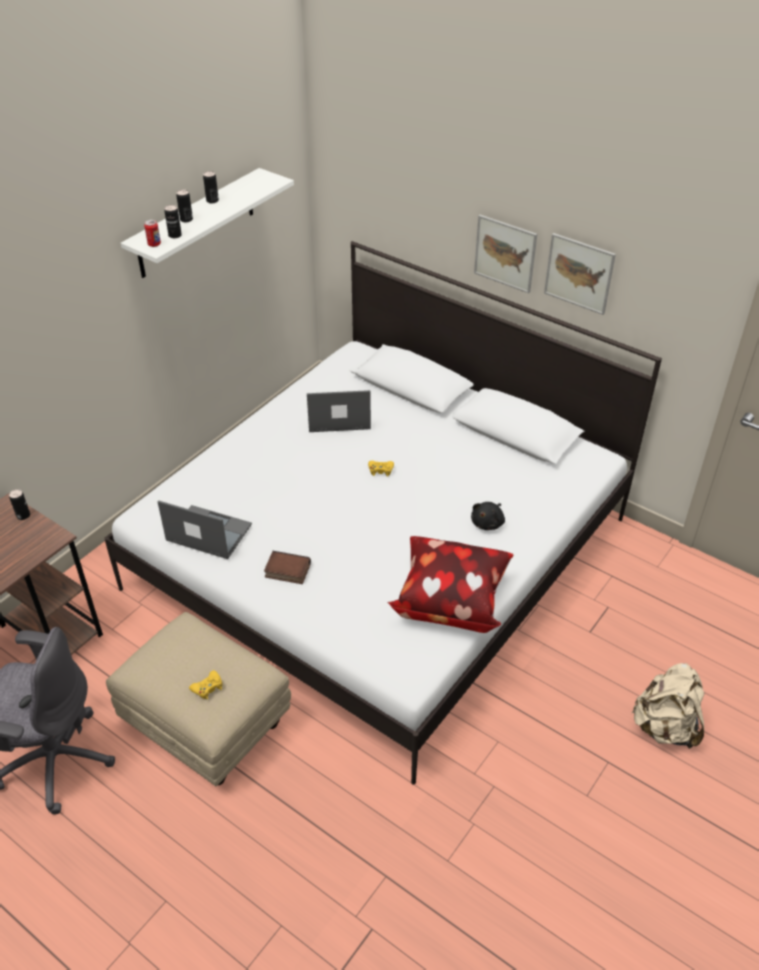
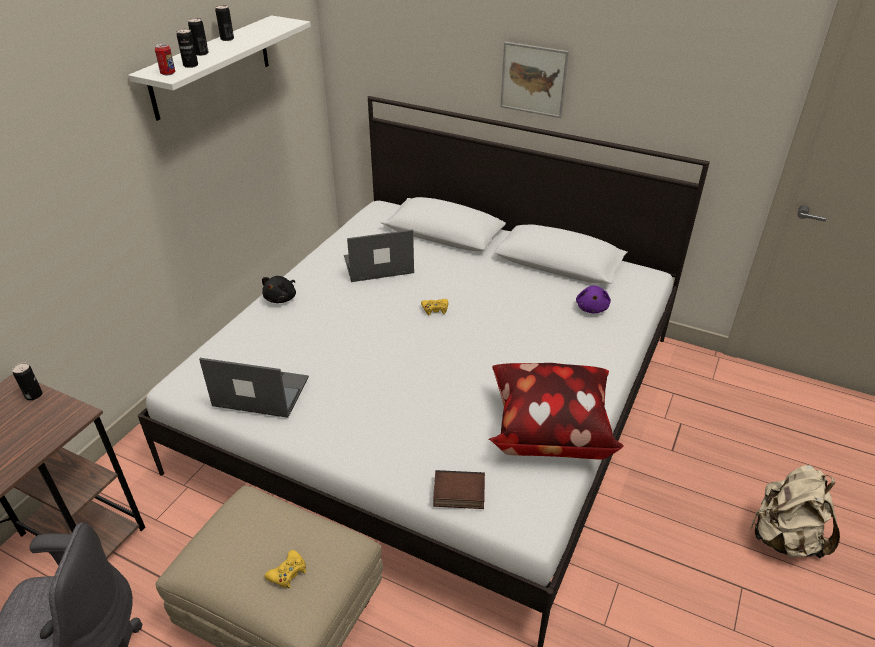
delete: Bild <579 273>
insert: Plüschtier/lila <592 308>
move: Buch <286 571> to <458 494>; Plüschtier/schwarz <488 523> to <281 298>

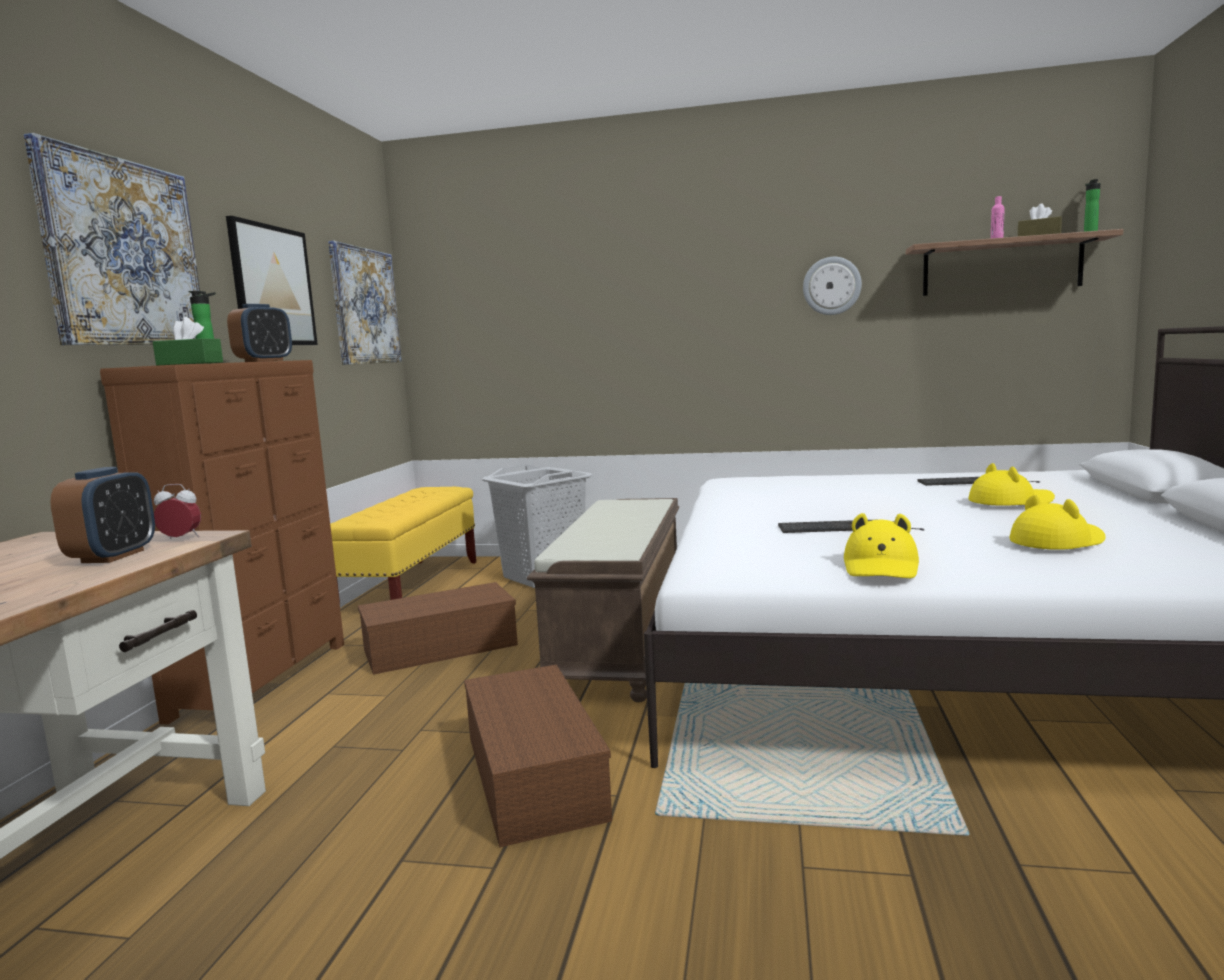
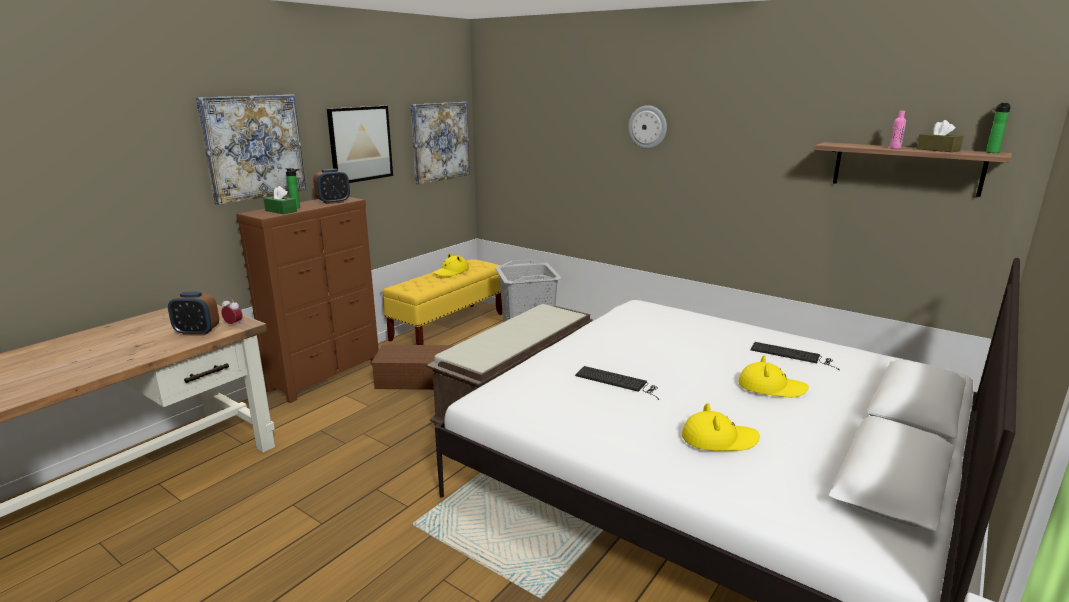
delete: Aufbewahrungsbox/braun <530 774>
move: Wanduhr <831 286> to <648 127>; Hut/gelb <881 567> to <451 272>
rotate: Wecker <113 556> = <197 332> 60 degrees clockwise

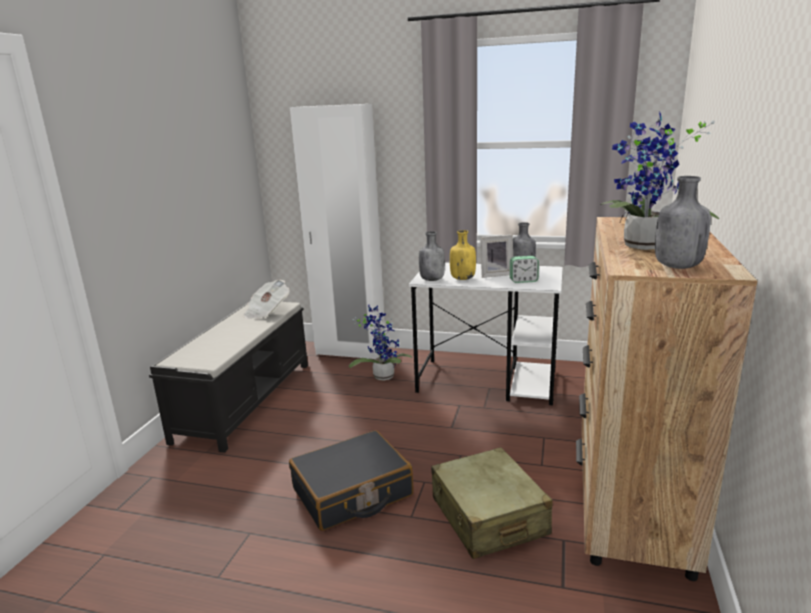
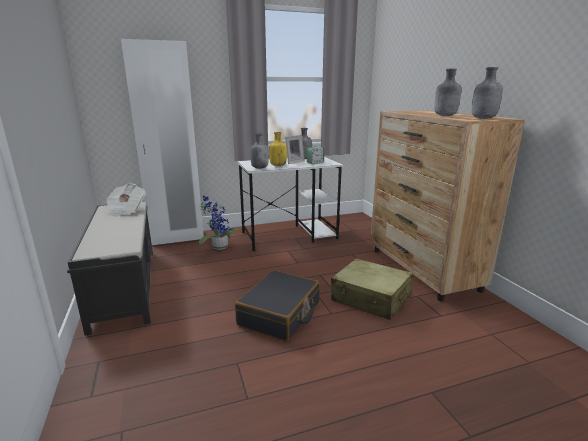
replace: Topfpflanze <642 247> to Flasche/grau <444 115>

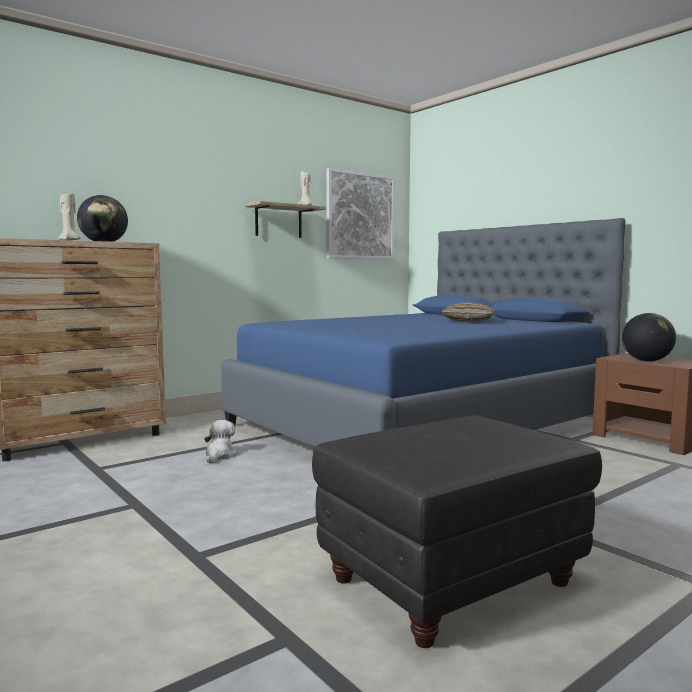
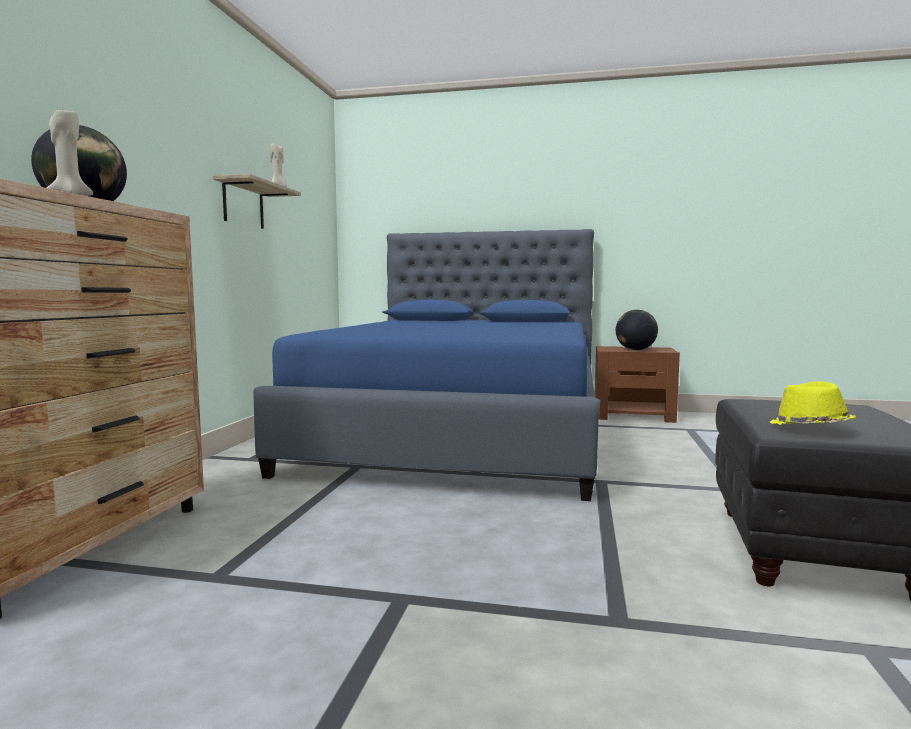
delete: Plüschtier <219 456>; Bild <360 216>; Kissen <468 321>
insert: Hut/gelb <809 428>

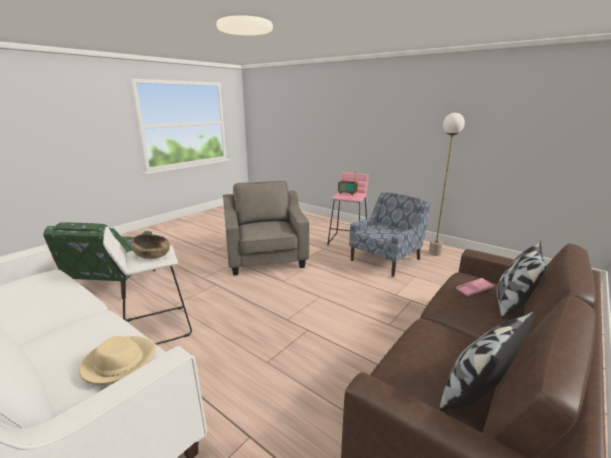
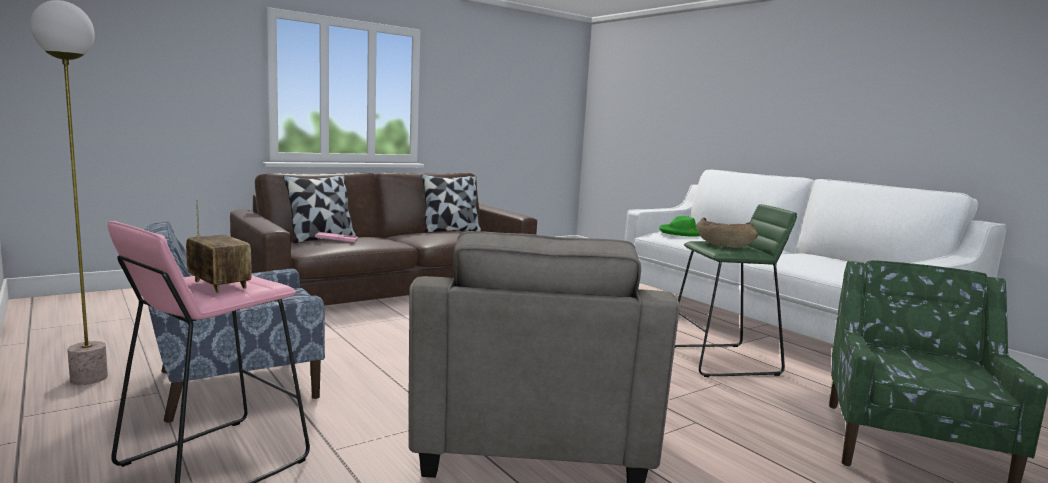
recolor: Hut/beige <119 362> to Hut/grün <682 232>; Hocker/weiß <156 328> to Hocker/grün <723 361>

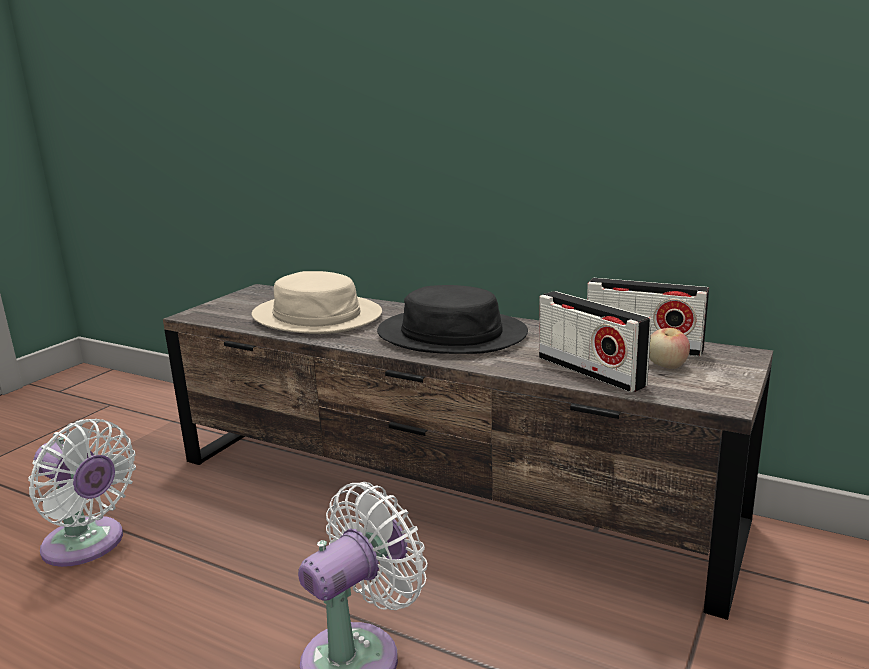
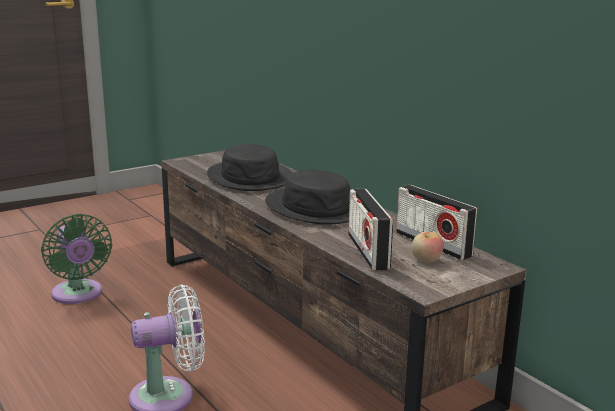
recolor: Ventilator/weiß <88 545> to Ventilator/grün <78 295>; Hut/beige <317 316> to Hut/schwarz <250 177>

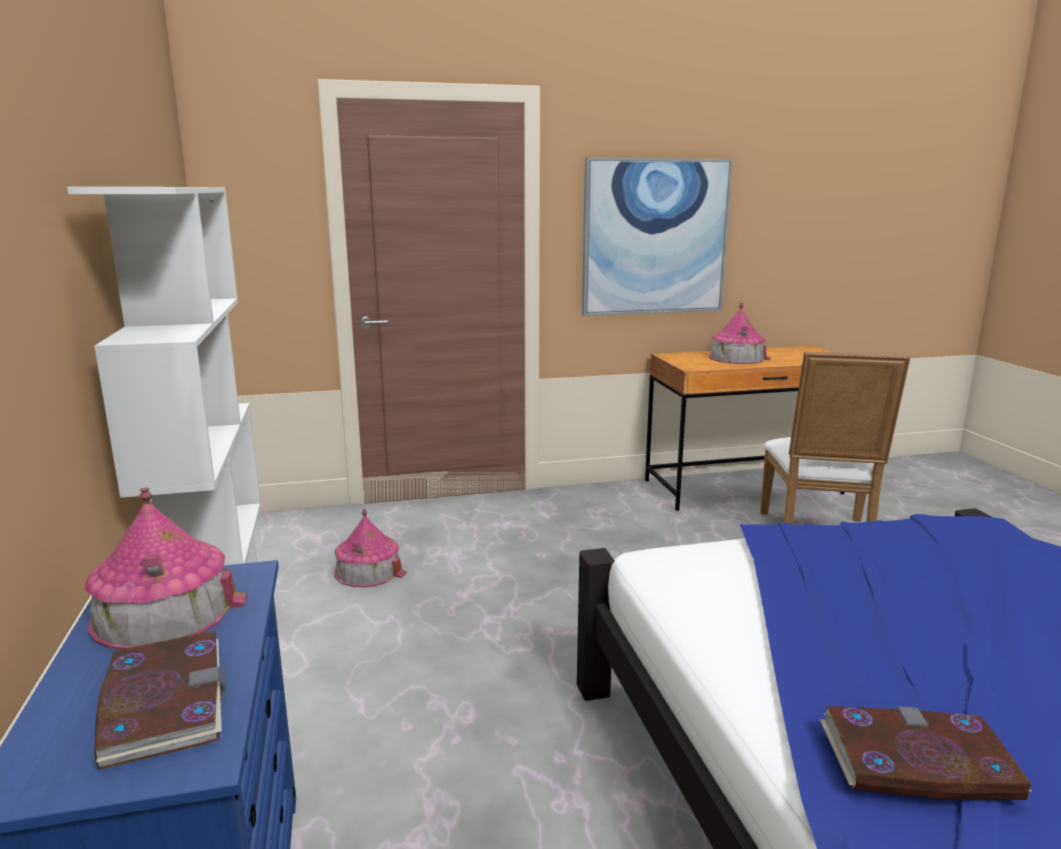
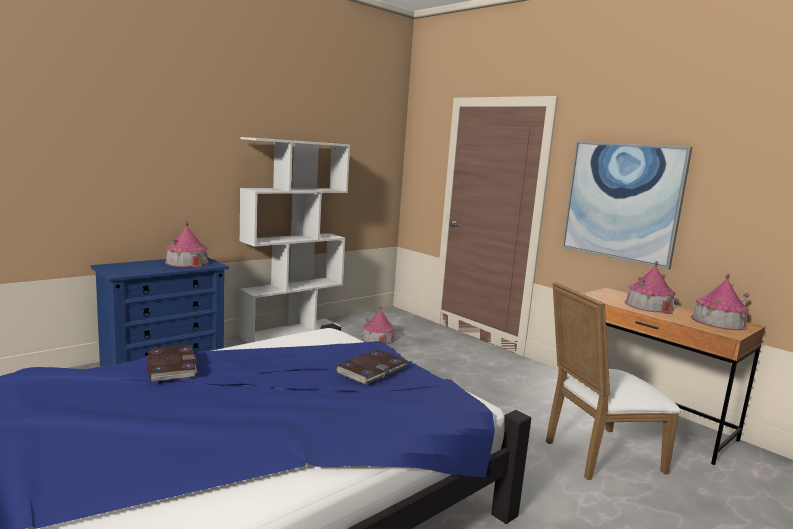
insert: Spielzeughaus <718 321>
move: Buch <163 702> to <371 370>

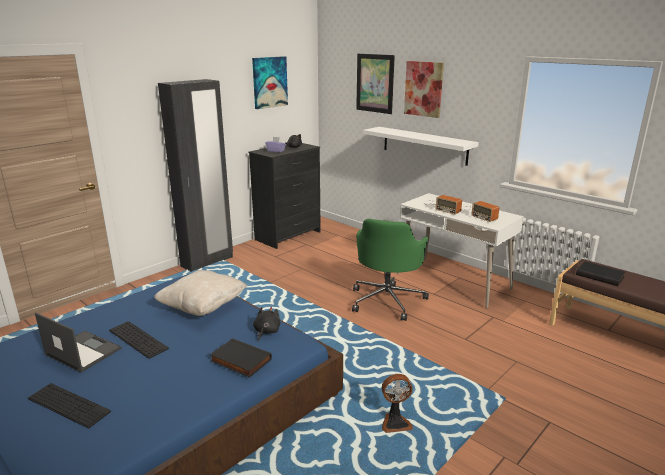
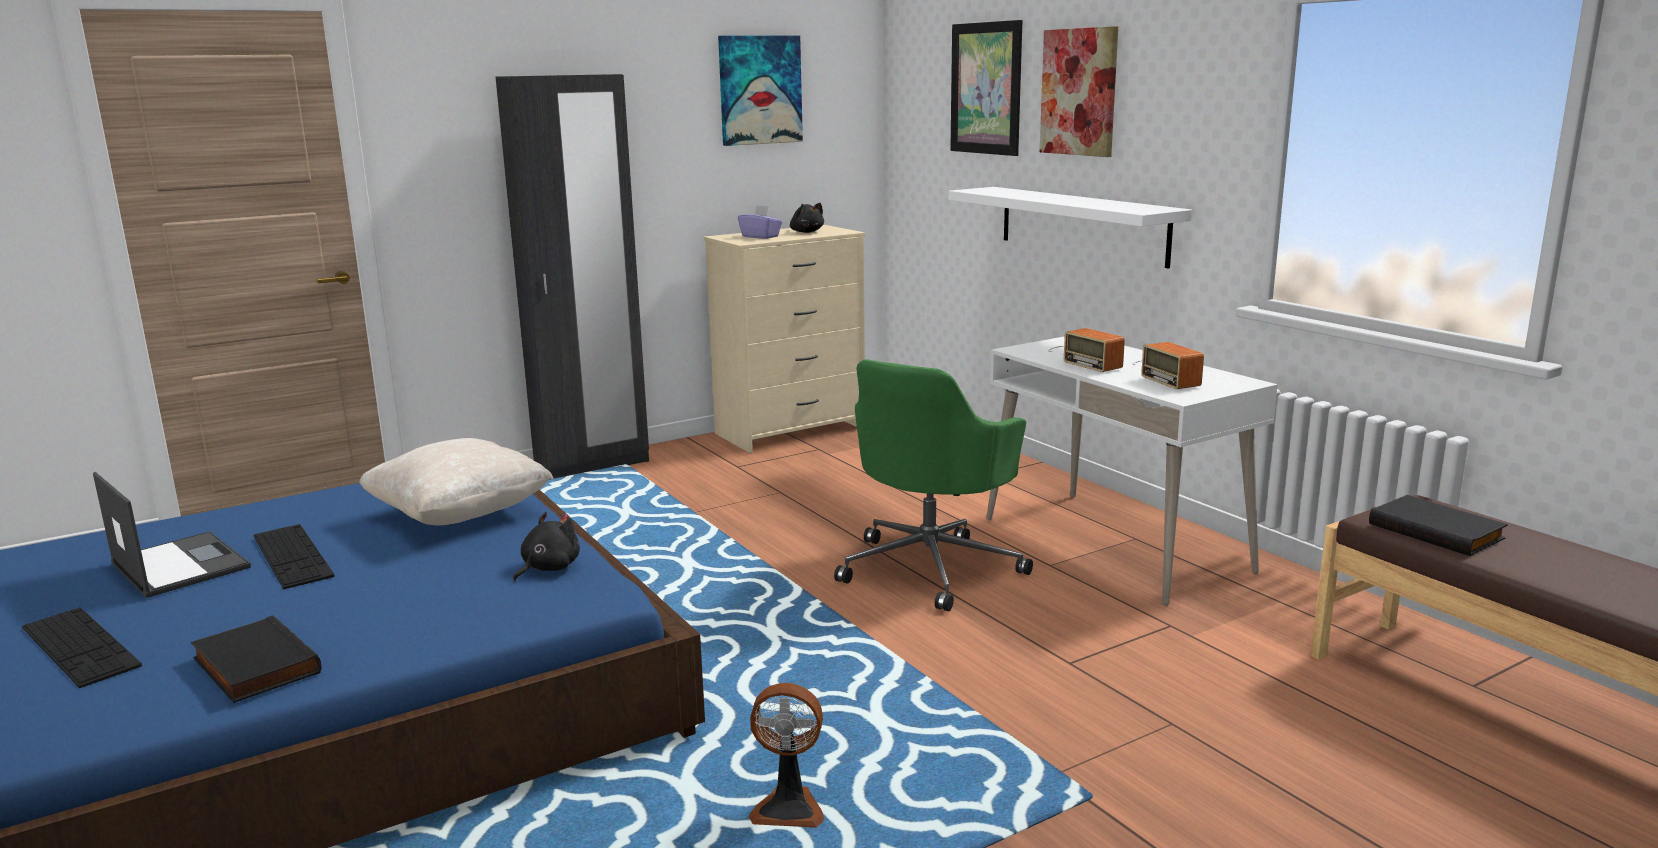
move: Buch/schwarz <239 361> to <253 666>
recolor: Kommode/schwarz <288 236> to Kommode/beige <790 431>

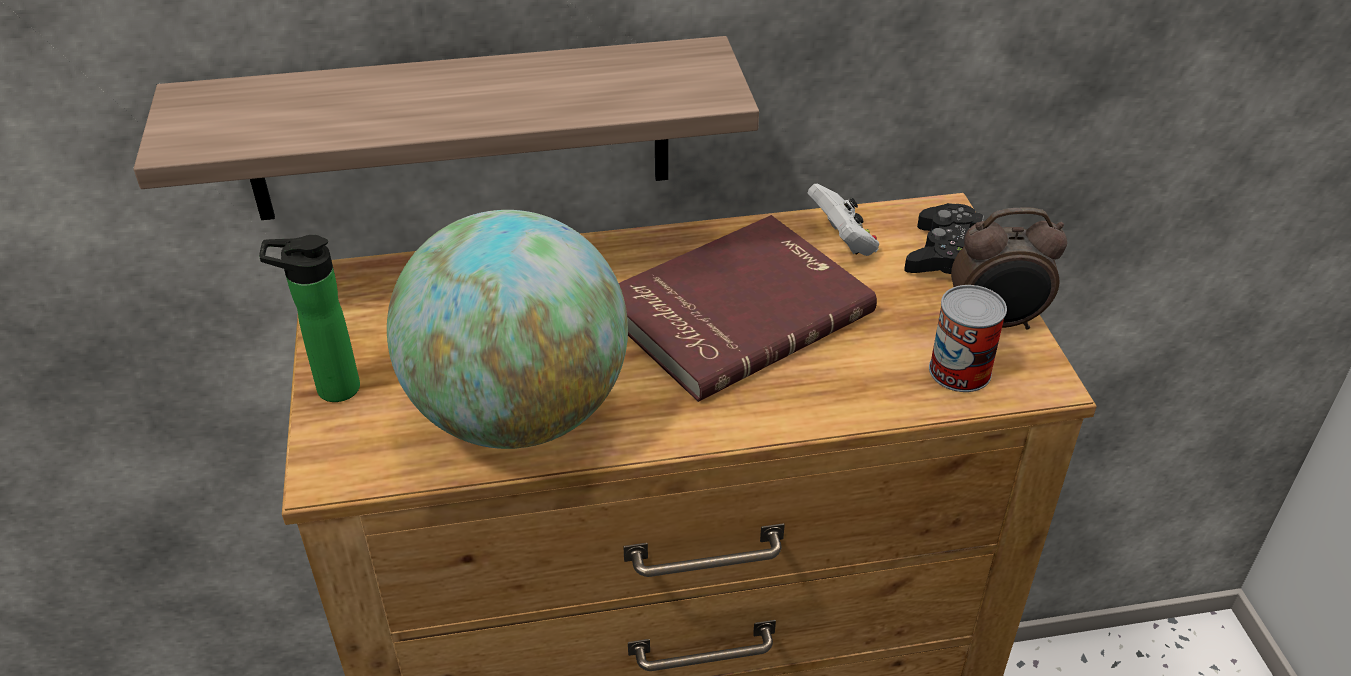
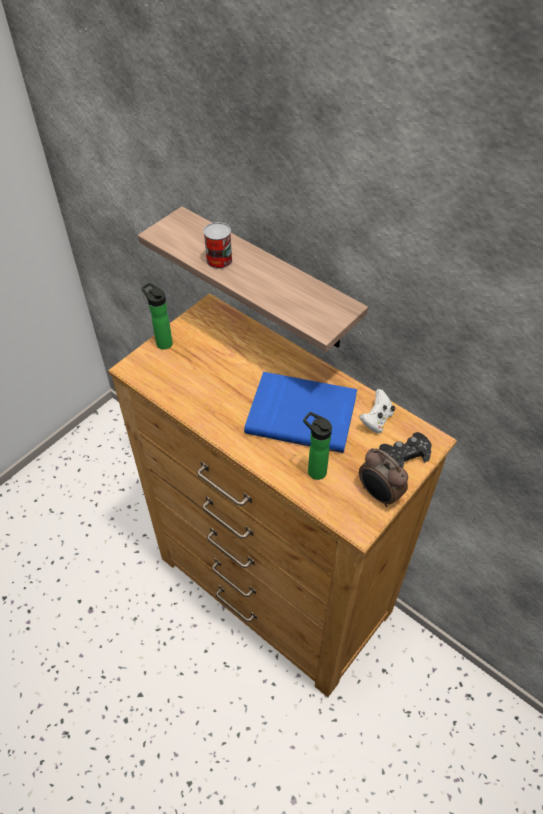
delete: Globus <519 413>
insert: Flasche <314 470>
move: Dose <960 371> to <219 260>
recolor: Buch/rot <734 310> to Buch/blau <302 413>

